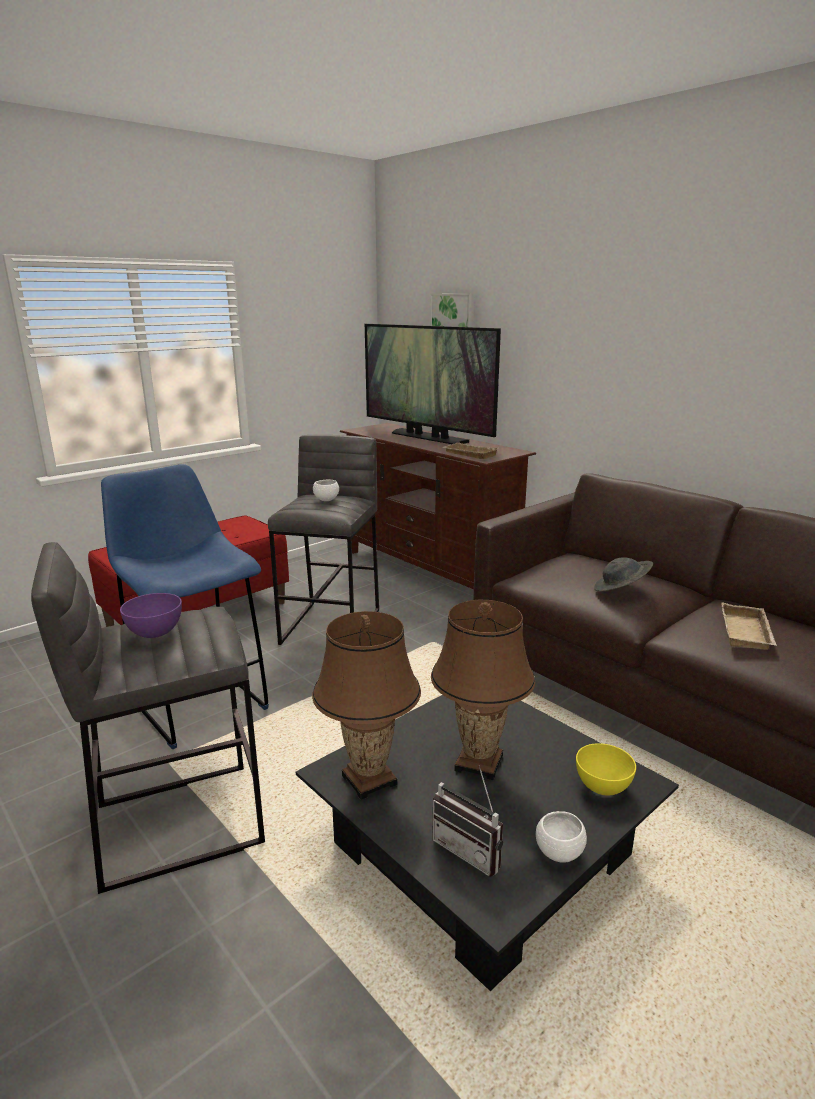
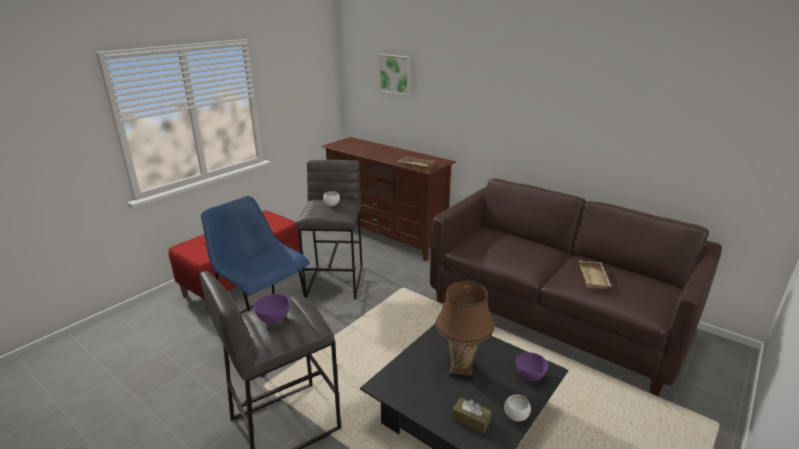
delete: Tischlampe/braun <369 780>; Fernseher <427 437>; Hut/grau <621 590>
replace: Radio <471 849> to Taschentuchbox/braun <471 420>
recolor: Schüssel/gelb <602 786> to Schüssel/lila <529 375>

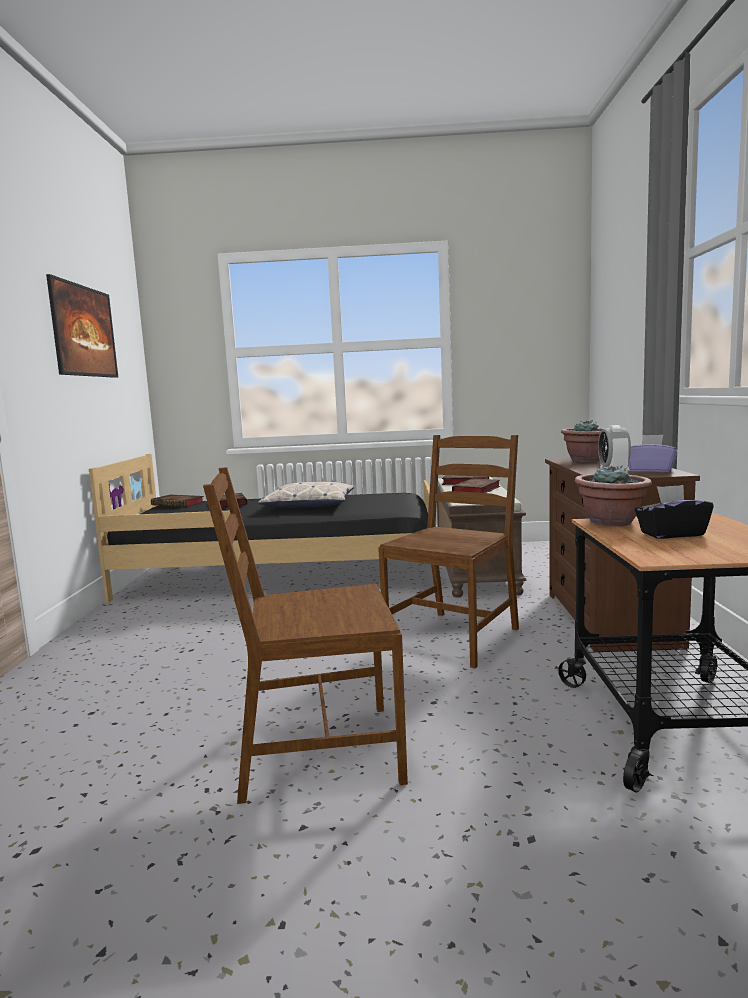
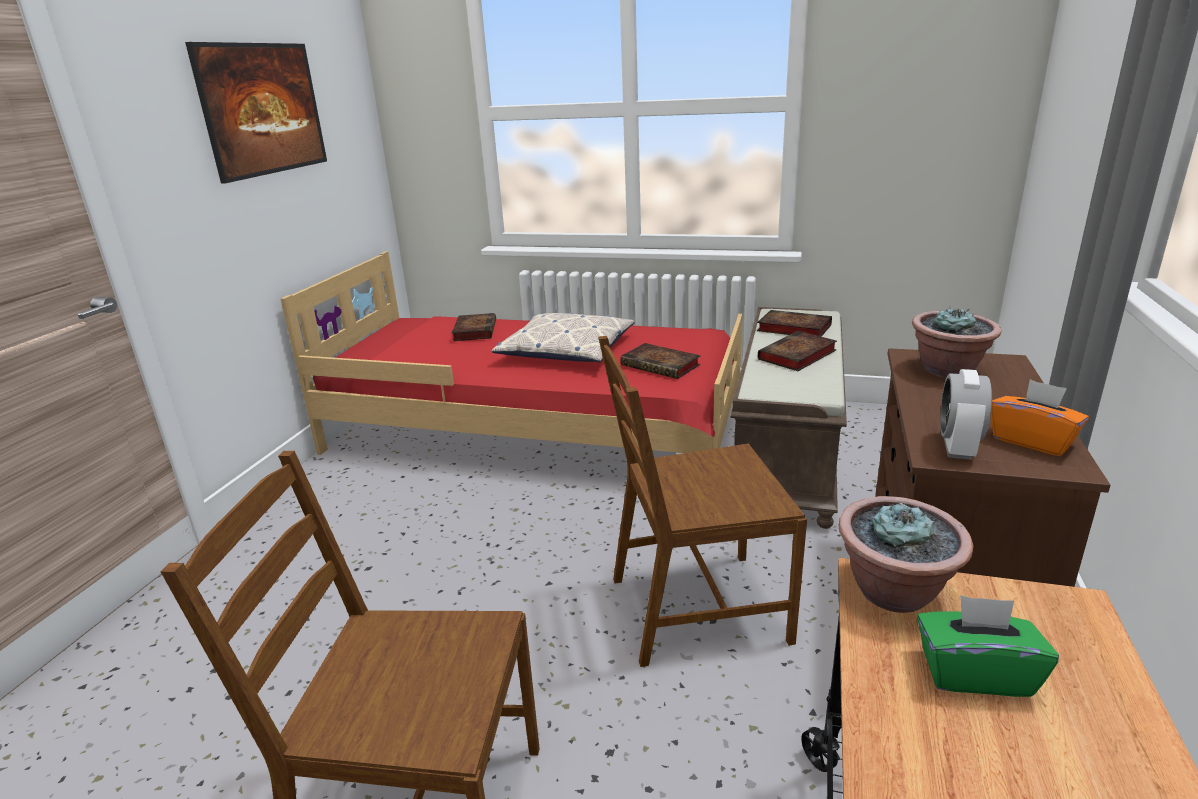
move: Buch <179 504> to <662 365>
recolor: Bett/schwarz <285 574> to Bett/rot <538 429>; Taschentuchbox/lila <651 470> to Taschentuchbox/orange <1032 441>; Taschentuchbox/schwarz <671 534> to Taschentuchbox/grün <975 673>
rotate: Stuhl/braun <454 637> = <696 609> 150 degrees counterclockwise

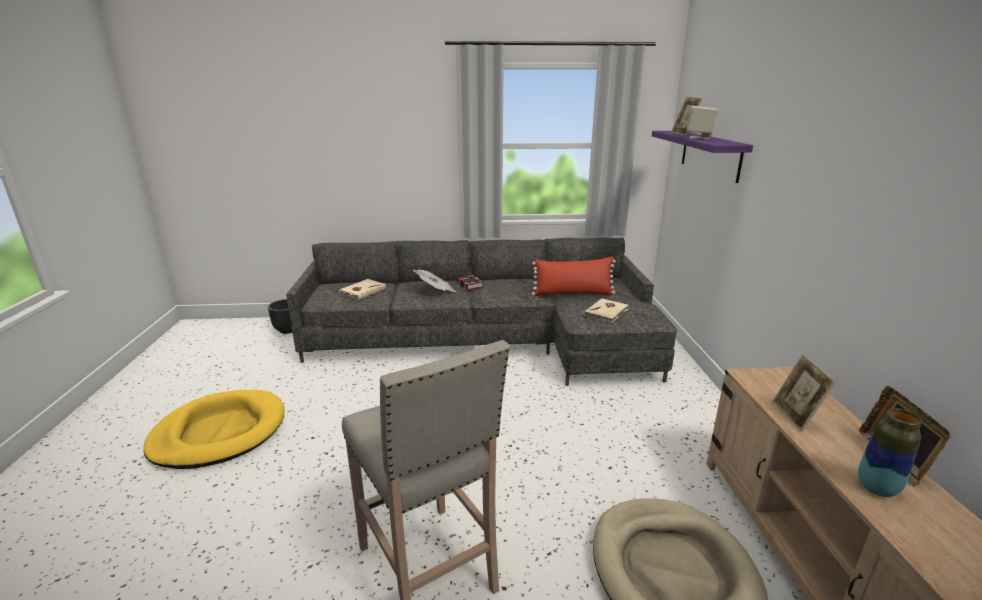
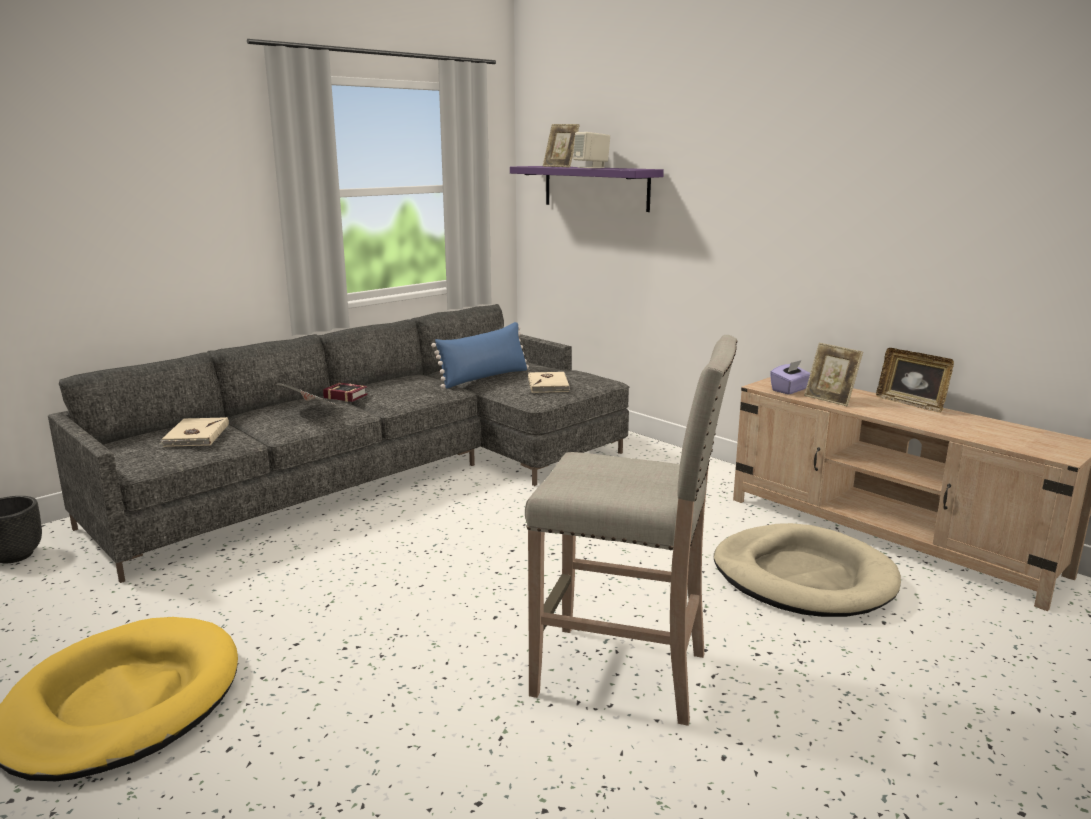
delete: Vase <877 488>
insert: Taschentuchbox/lila <789 390>
recolor: Kissen/rot <573 293> to Kissen/blau <484 378>

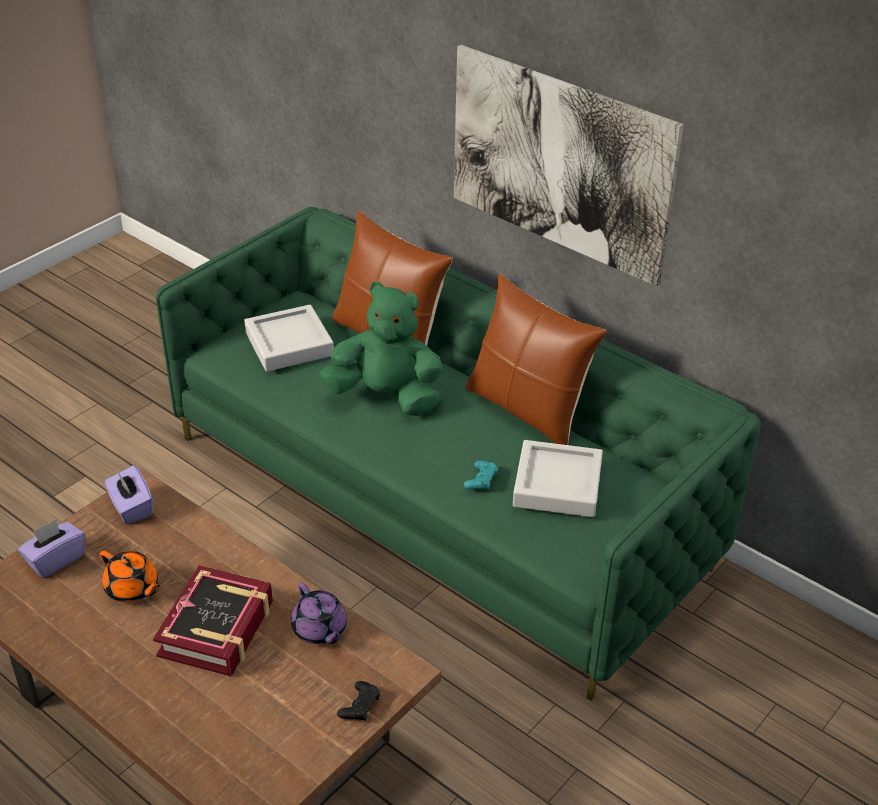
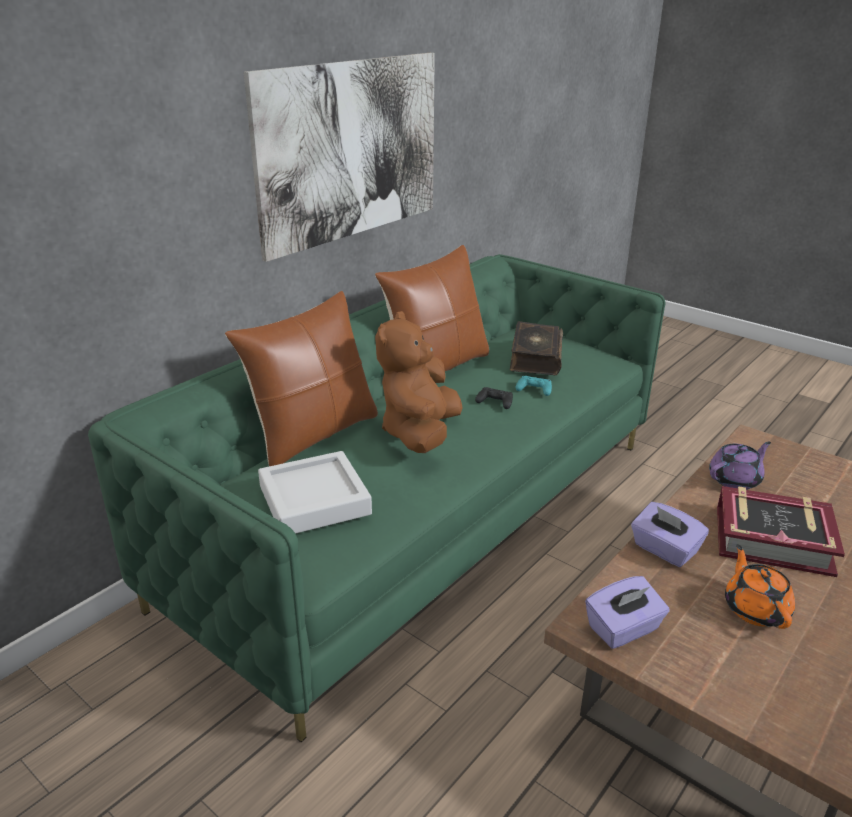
move: Taschentuchbox/lila <55 560> to <664 550>; Gamepad/schwarz <360 706> to <495 402>
replace: Tablett/grau <557 485> to Buch <535 358>
recolor: Plüschtier/grün <386 396> to Plüschtier/braun <420 434>
rotate: Teekanne/orange <132 589> = <755 609> 45 degrees counterclockwise

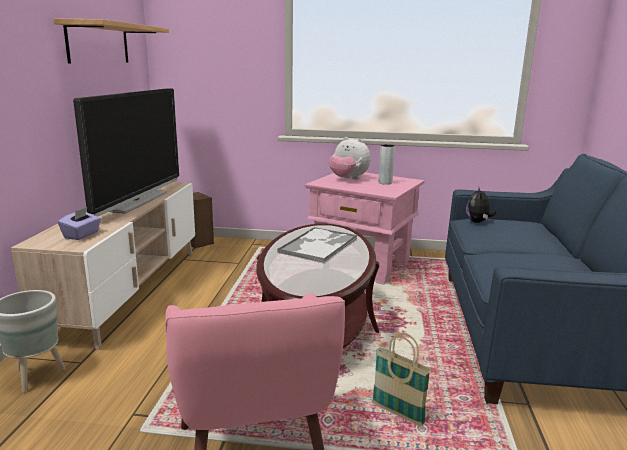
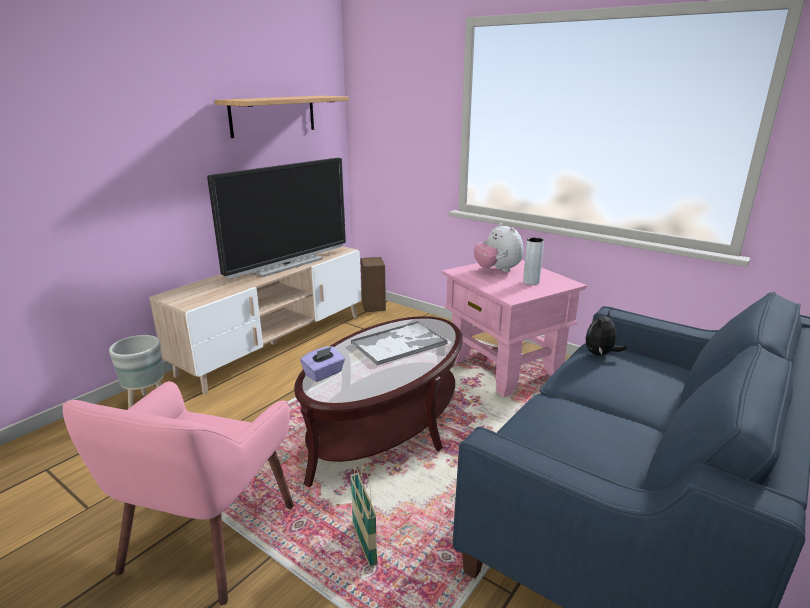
move: Taschentuchbox/lila <82 235> to <324 374>

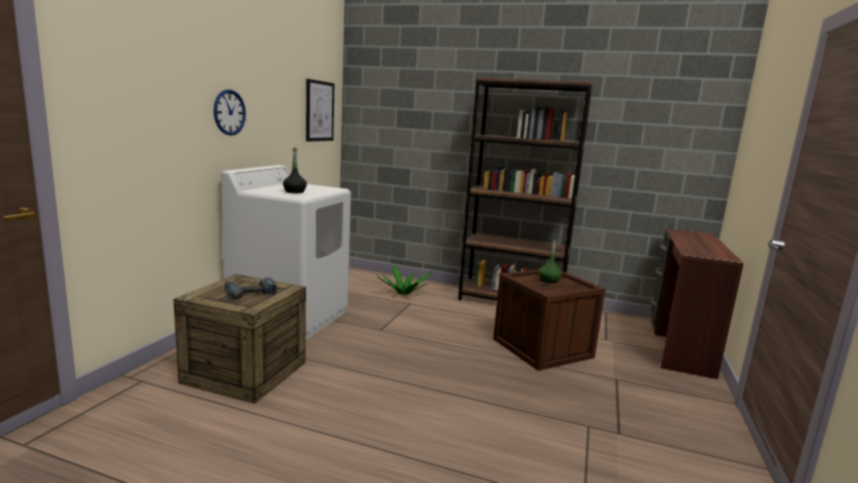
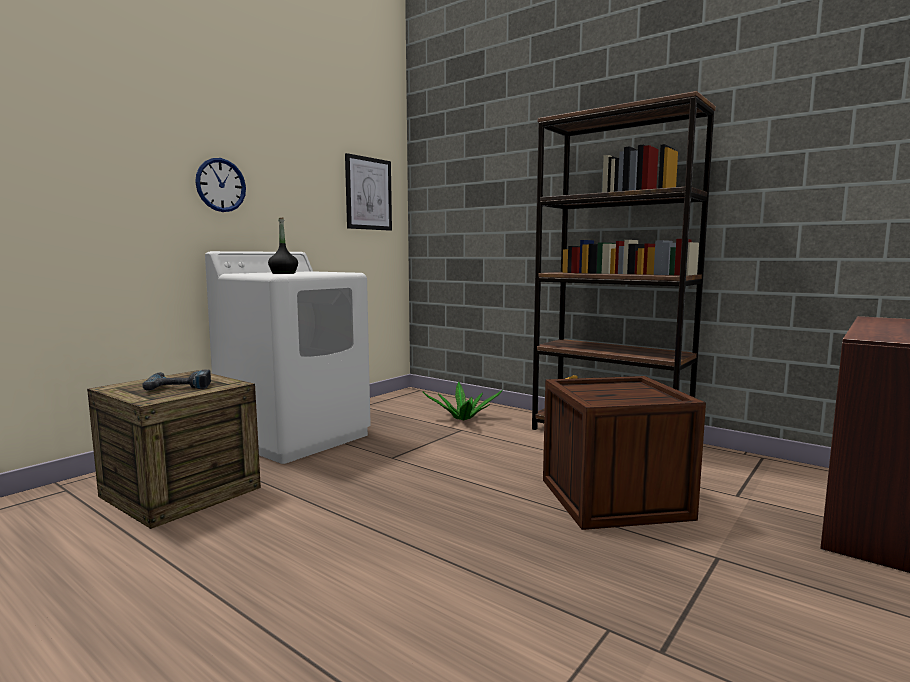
delete: Flasche/grün <549 280>

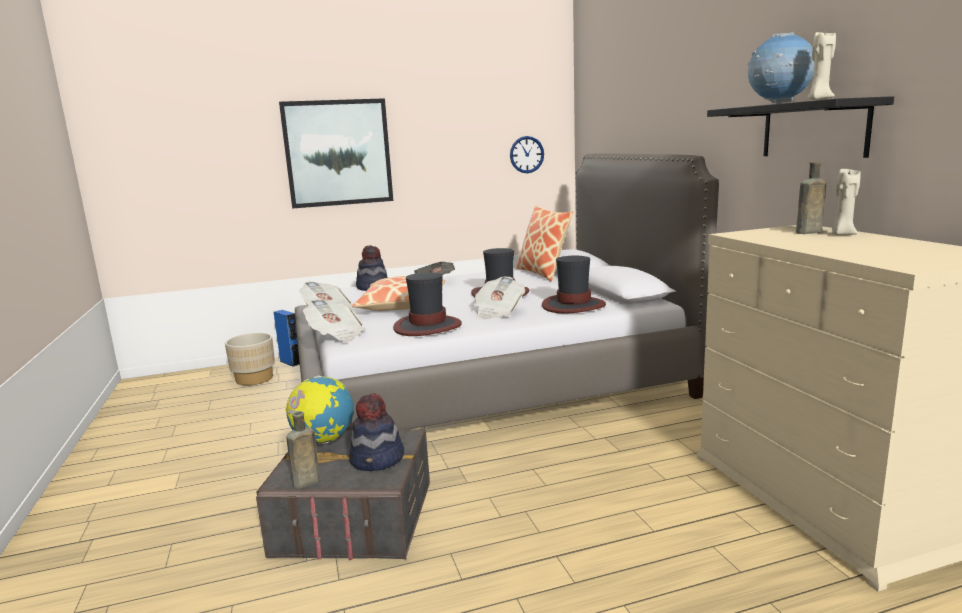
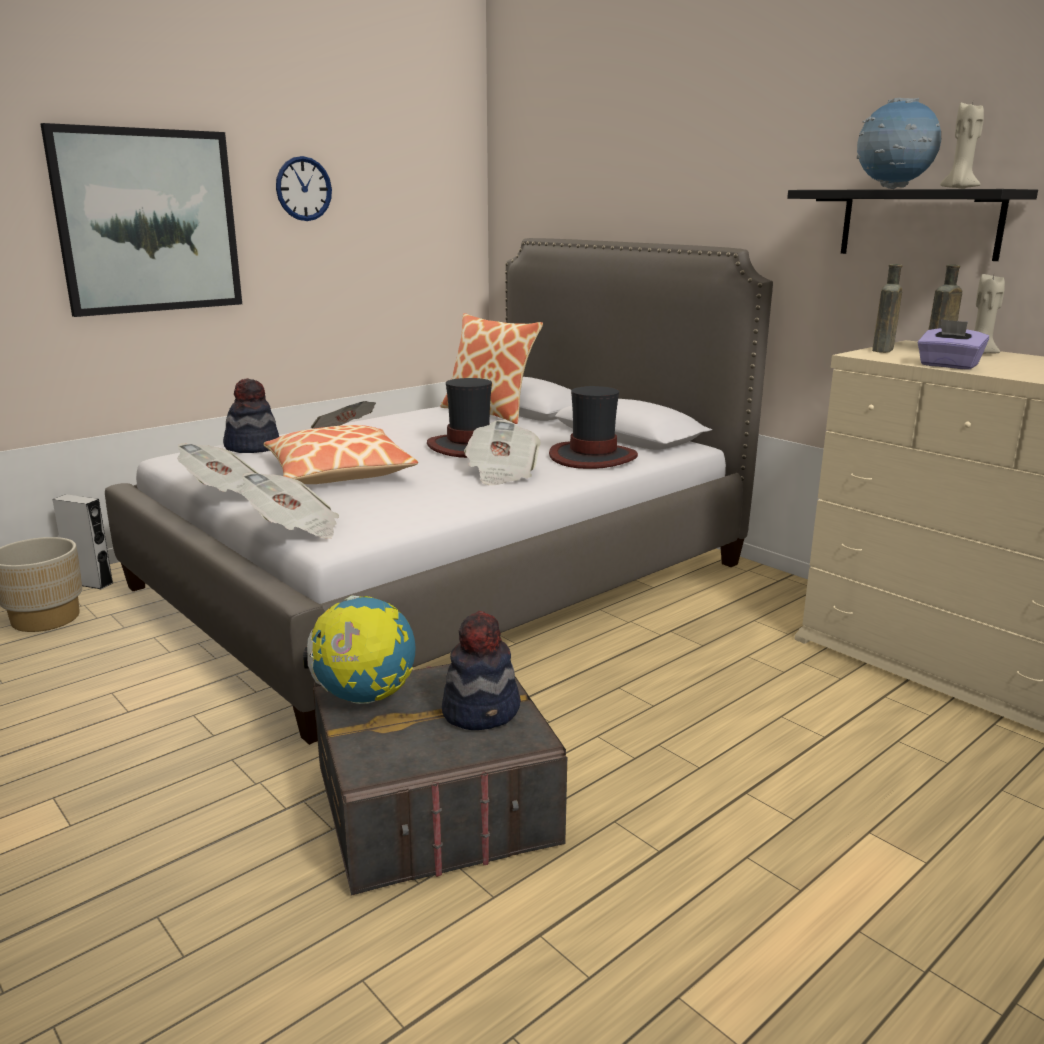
delete: Hut <427 326>
insert: Taschentuchbox/lila <948 366>
move: Flasche/braun <304 483> to <882 350>; Wanduhr <526 154> to <303 189>
recolor: Lautsprecher/blau <290 362> to Lautsprecher/grau <90 583>

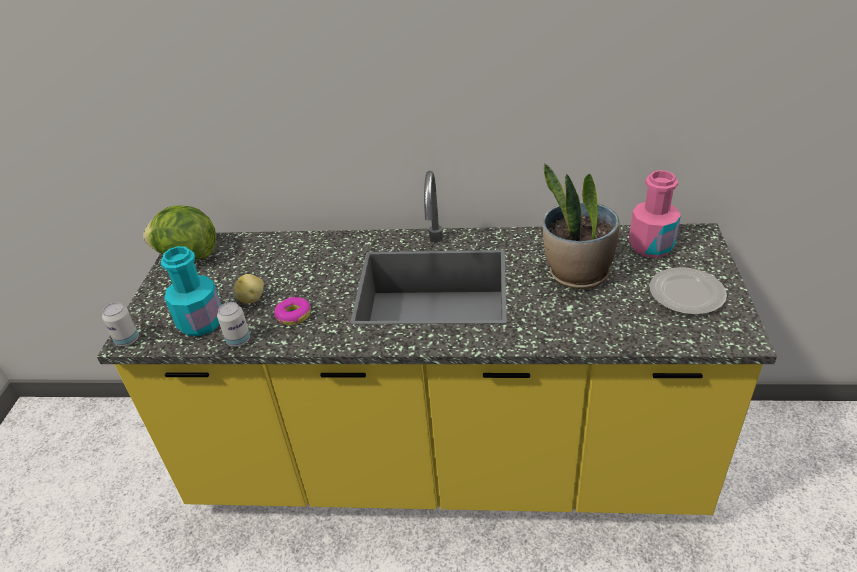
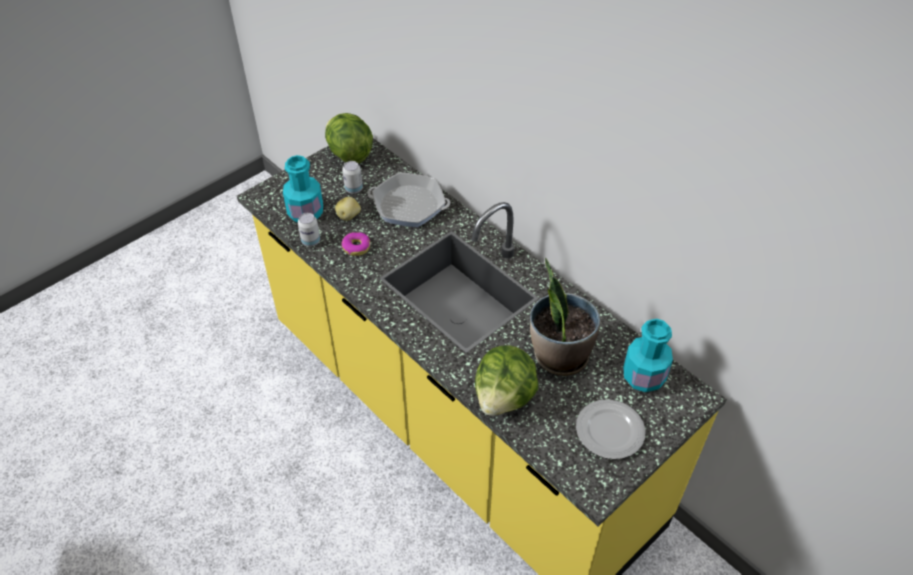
insert: Pfanne <409 205>; Salatkopf <504 397>
move: Dose <127 340> to <353 189>
recolor: Flasche/rosa <651 246> to Flasche/türkis <643 376>

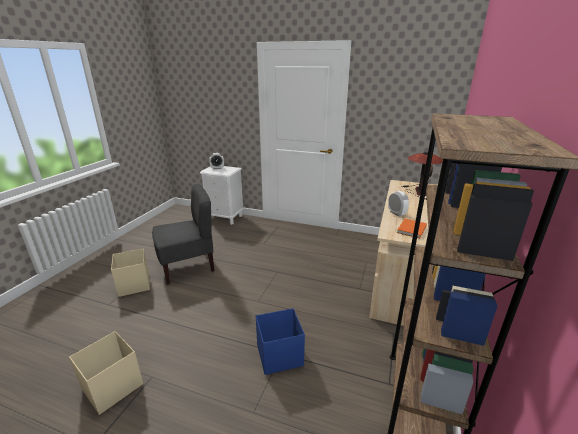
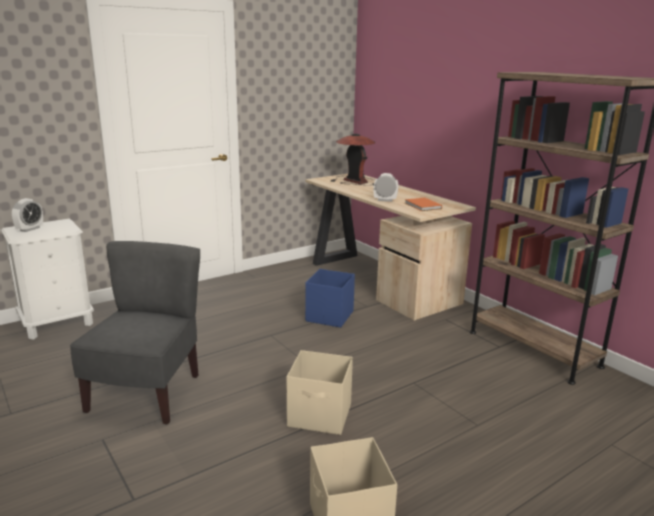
move: Aufbewahrungsbox/beige <134 285> to <320 416>; Aufbewahrungsbox/blau <279 355> to <329 316>

